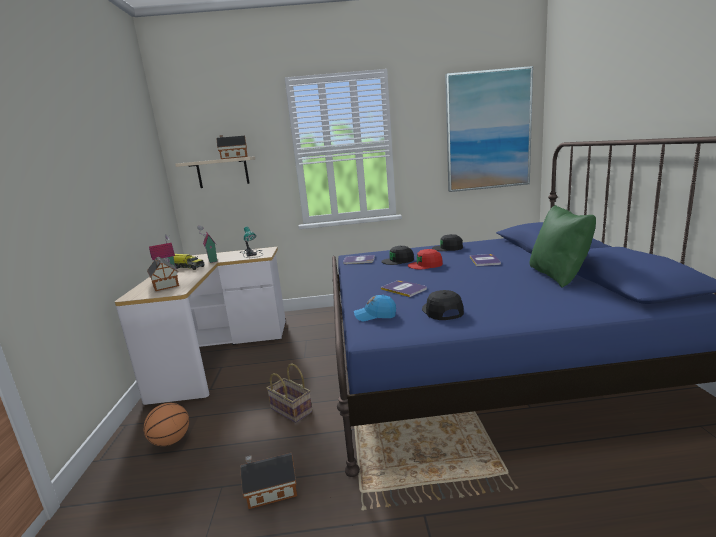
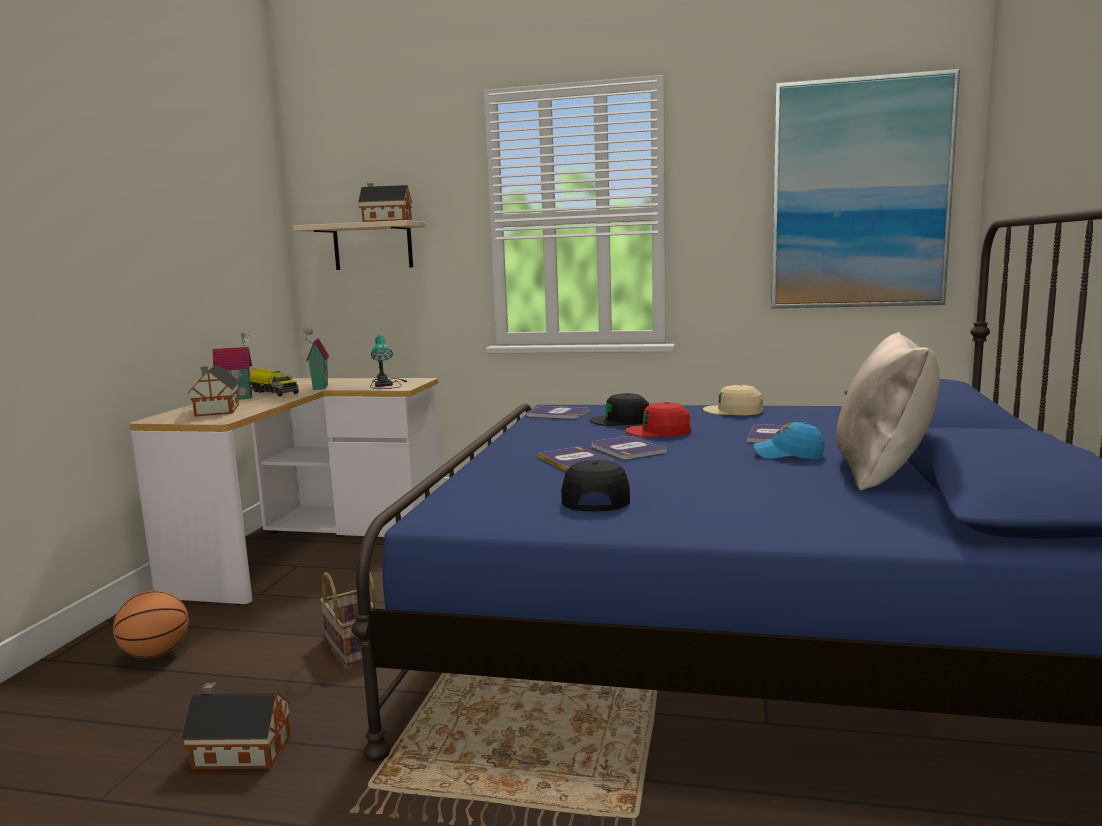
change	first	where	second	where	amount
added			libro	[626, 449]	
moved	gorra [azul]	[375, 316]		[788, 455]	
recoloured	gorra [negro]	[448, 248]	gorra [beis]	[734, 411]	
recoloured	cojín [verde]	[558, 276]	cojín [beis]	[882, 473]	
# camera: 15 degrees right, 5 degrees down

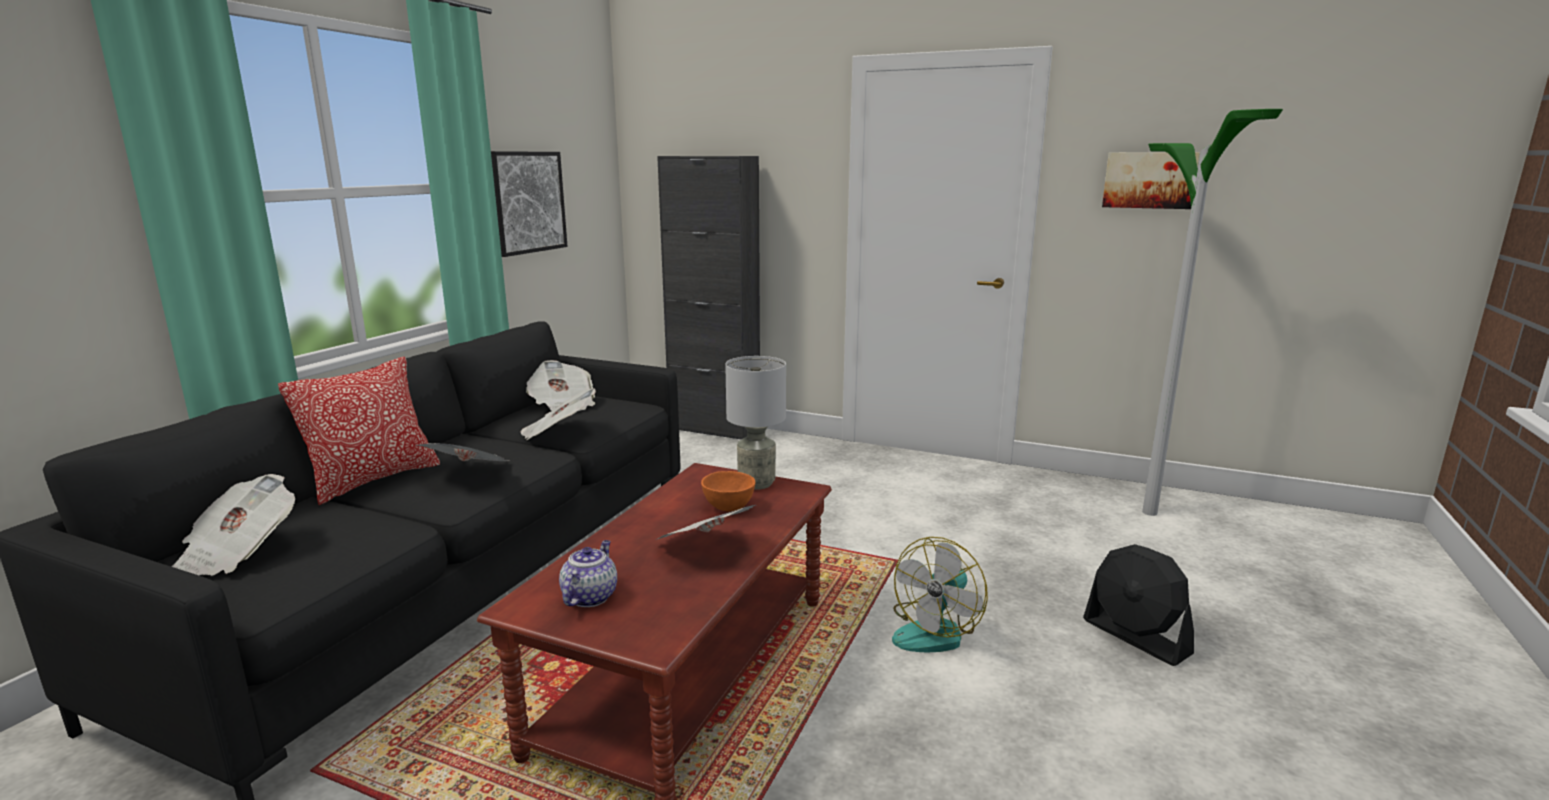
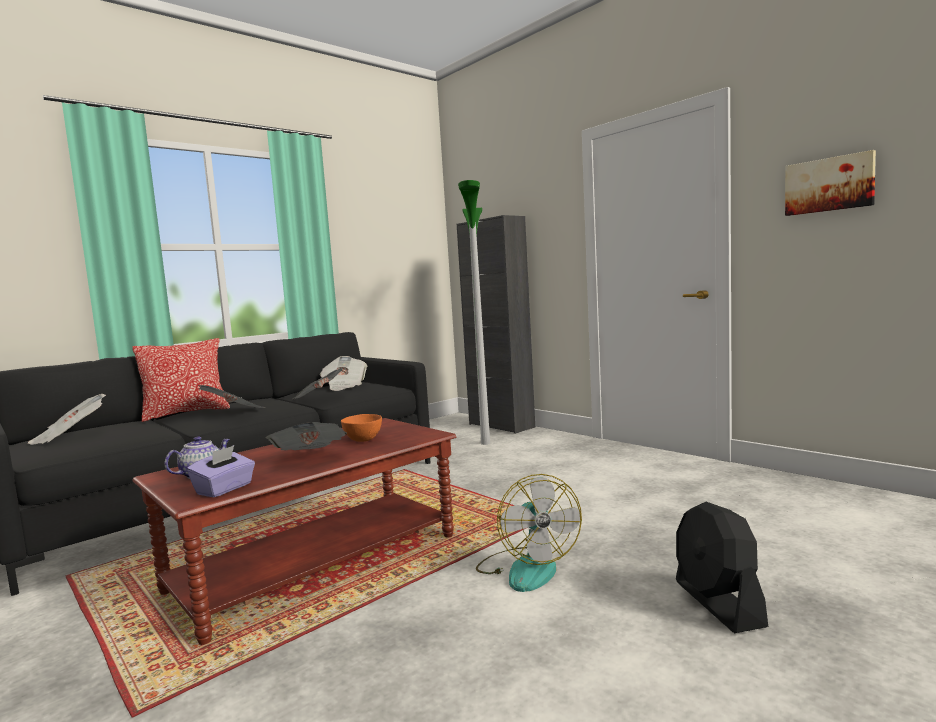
change	first	where	second	where	amount
removed	cuadro	[527, 202]			
removed	lámpara de mesa [gris]	[756, 484]			
added			caja de pañuelos [morado]	[225, 489]	
moved	lámpara de pie	[1150, 512]		[486, 443]	
turned	ventilador	[935, 631]		[526, 568]	75 degrees counterclockwise
# camera: 25 degrees right, 10 degrees down

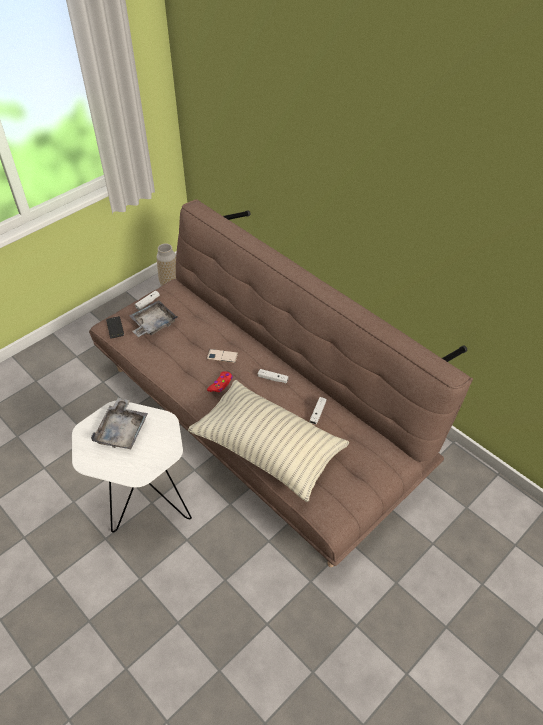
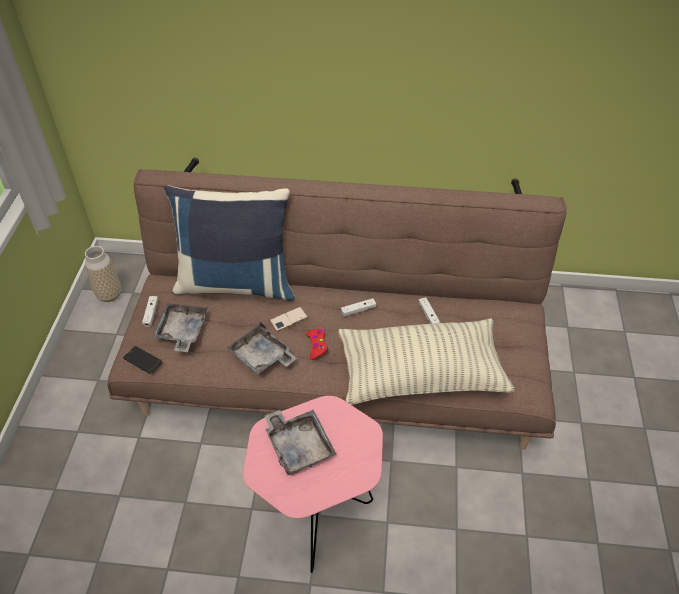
change	first	where	second	where	amount
added			cojín [azul]	[236, 283]	
added			bandeja [gris]	[262, 357]	
recoloured	mesa auxiliar [blanco]	[145, 507]	mesa auxiliar [rosa]	[317, 524]	
# camera: 40 degrees left, 0 degrees up

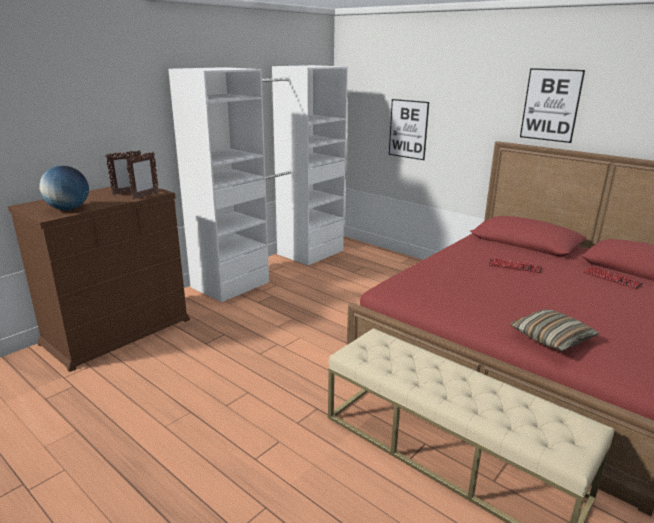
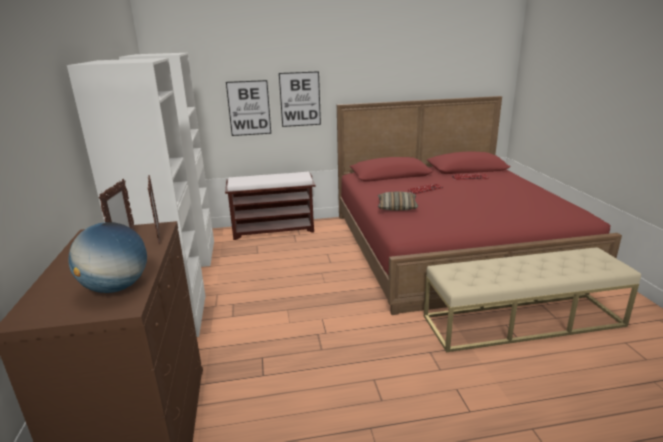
change	first	where	second	where	amount
added			banco [marrón]	[274, 230]	
moved	cojín	[551, 338]		[397, 207]	
moved	cuadro	[550, 105]		[300, 99]	
# camera: 50 degrees left, 0 degrees up

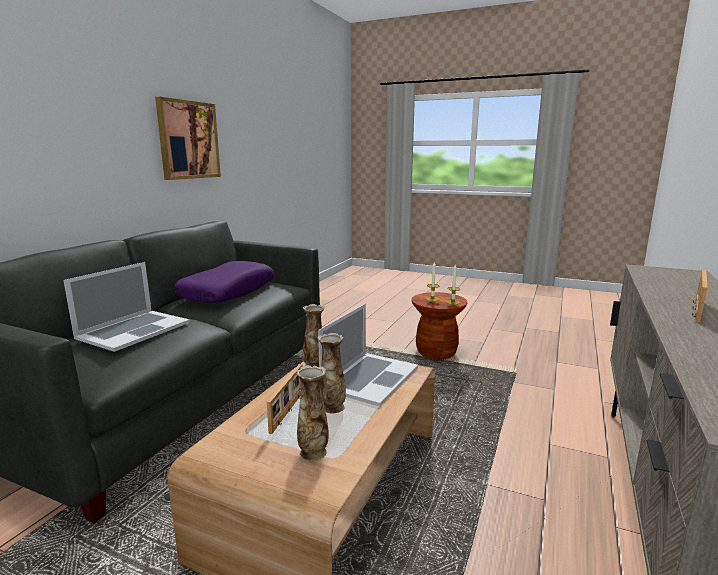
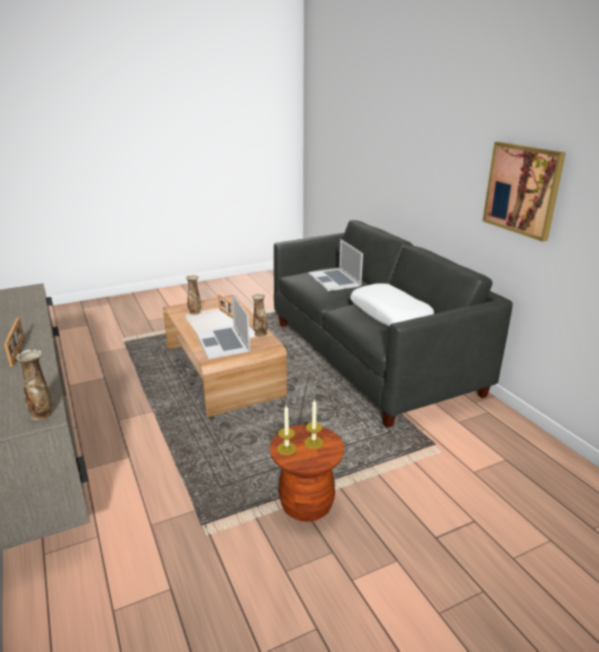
change	first	where	second	where	amount
moved	florero	[332, 407]		[42, 414]	
recoloured	cojín [morado]	[228, 292]	cojín [blanco]	[390, 314]	
# camera: 130 degrees right, 10 degrees up

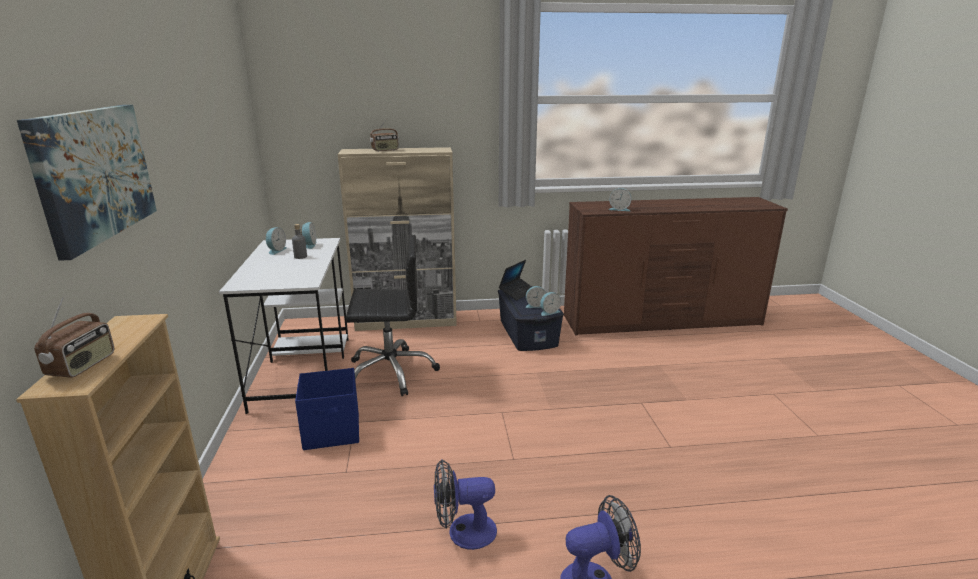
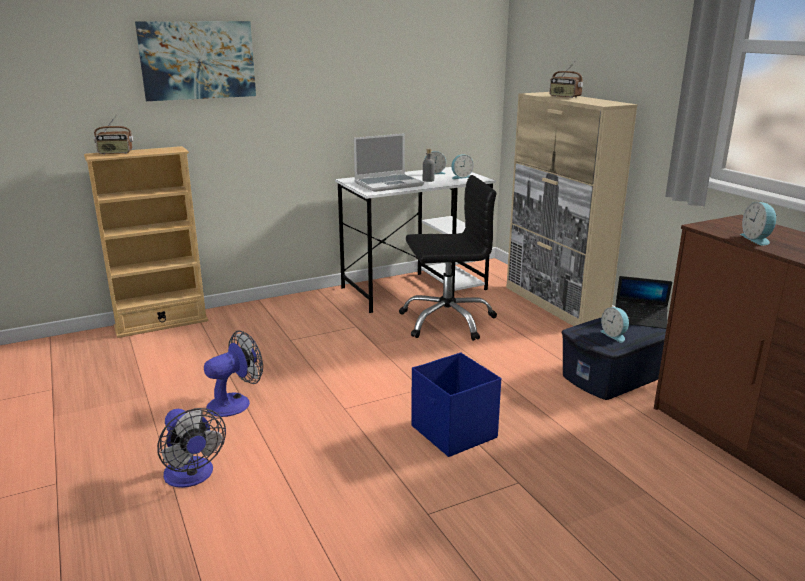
change	first	where	second	where	amount
removed	despertador	[549, 312]			
added			portátil	[389, 184]	
moved	caja de almacenaje [azul]	[333, 432]		[454, 433]	
turned	silla de oficina [negro]	[391, 372]		[447, 321]	75 degrees counterclockwise
turned	ventilador	[463, 532]		[235, 402]	75 degrees clockwise
# camera: 70 degrees right, 0 degrees up

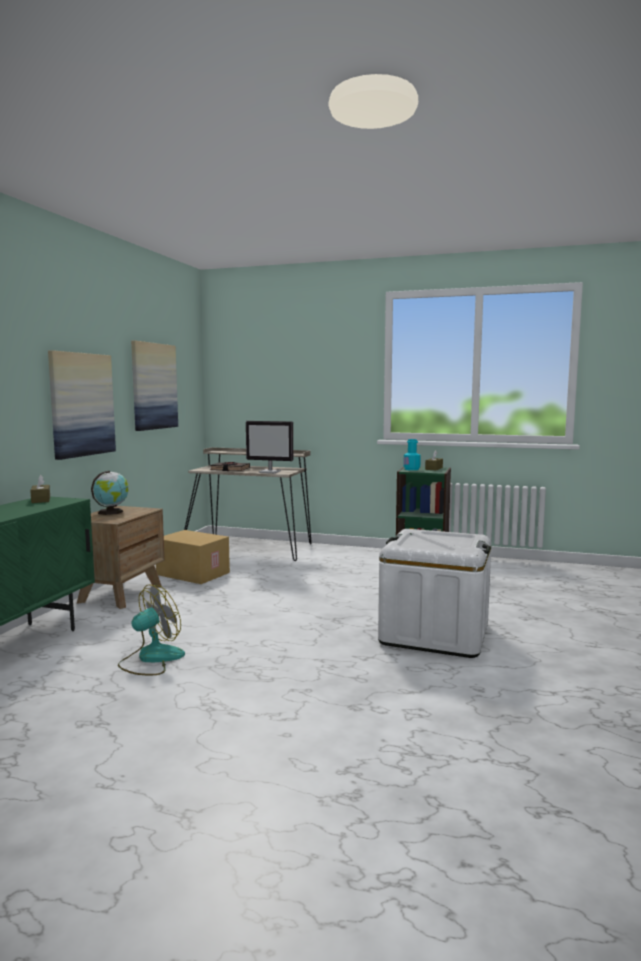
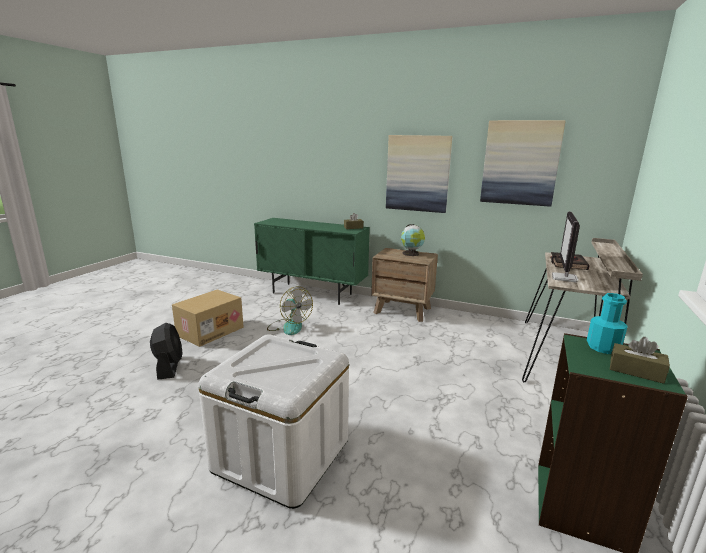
change	first	where	second	where	amount
added			ventilador [negro]	[169, 367]	
moved	caja de cartón	[192, 574]		[210, 331]	
# camera: 95 degrees right, 10 degrees up

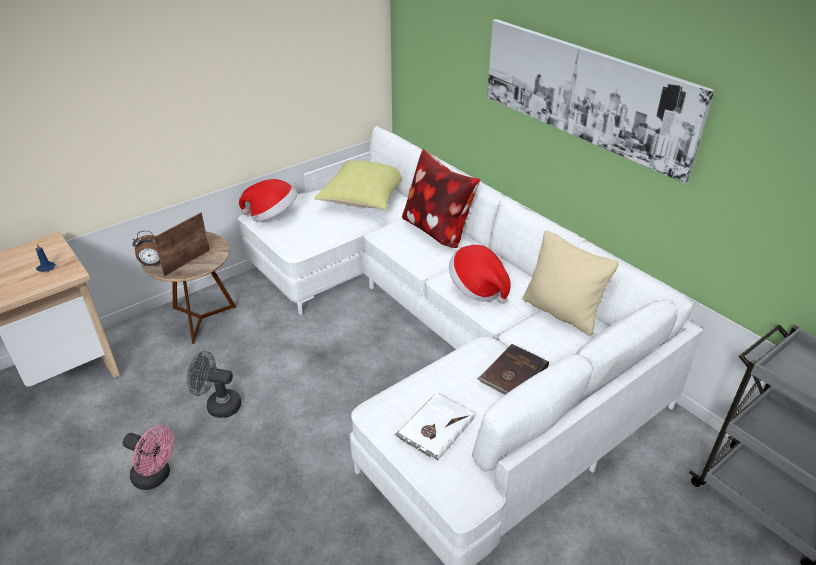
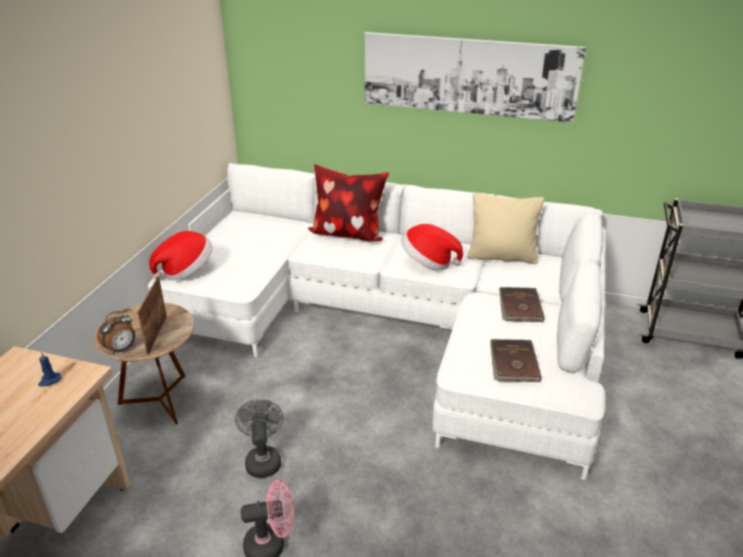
change	first	where	second	where	amount
removed	cojín [amarillo]	[365, 199]			
recoloured	libro [blanco]	[435, 428]	libro [marrón]	[513, 363]	
turned	ventilador [gris]	[218, 405]		[263, 459]	105 degrees clockwise
# camera: 35 degrees left, 5 degrees down

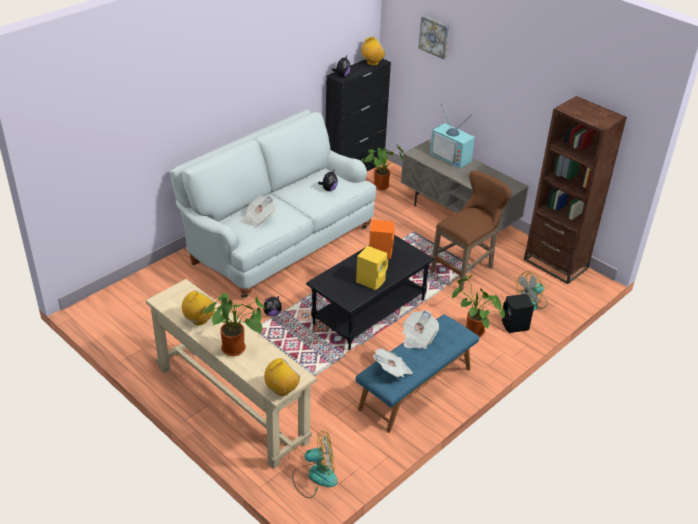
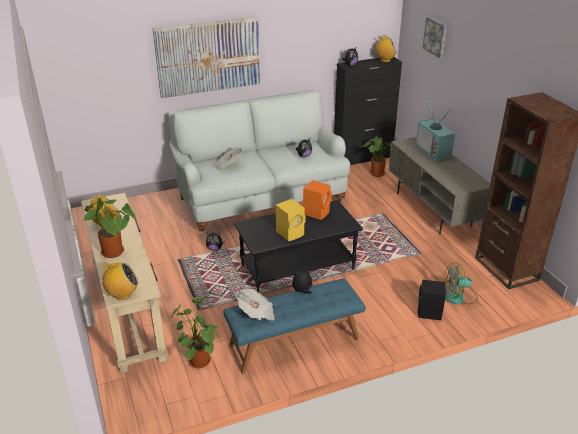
change	first	where	second	where	amount
removed	ventilador	[315, 477]			
removed	taburete [marrón]	[465, 269]			
added			cuadro	[208, 57]	
moved	planta en maceta	[472, 331]		[197, 360]	
replaced	periódico	[418, 338]	peluche	[302, 291]	
# camera: 25 degrees right, 5 degrees down

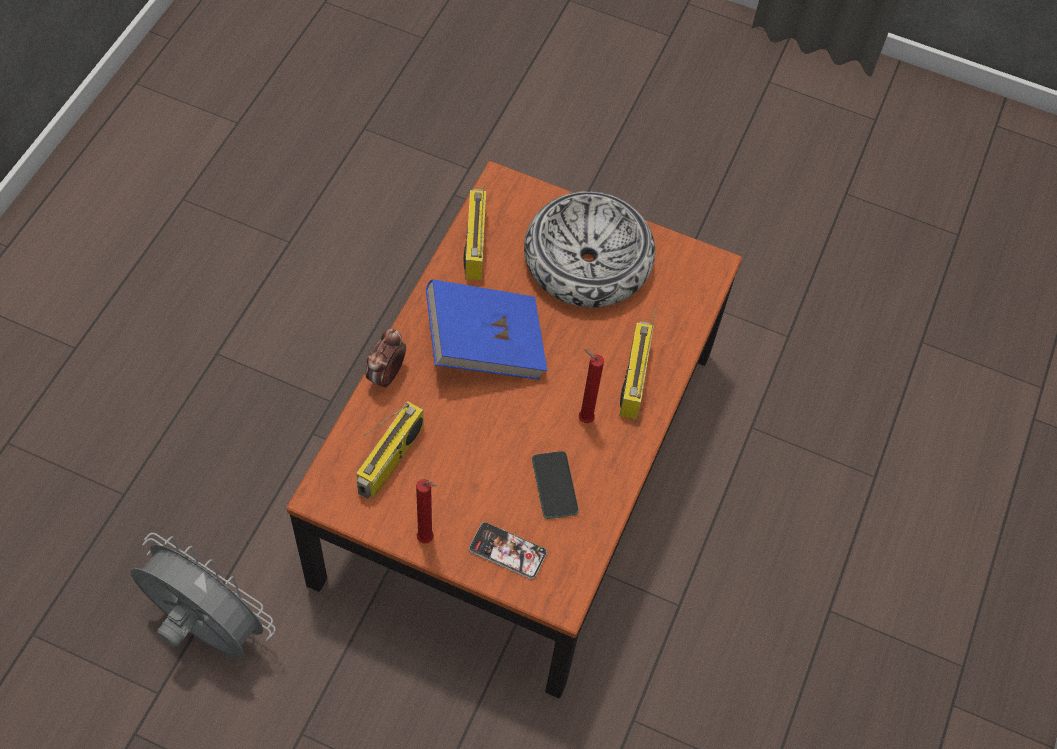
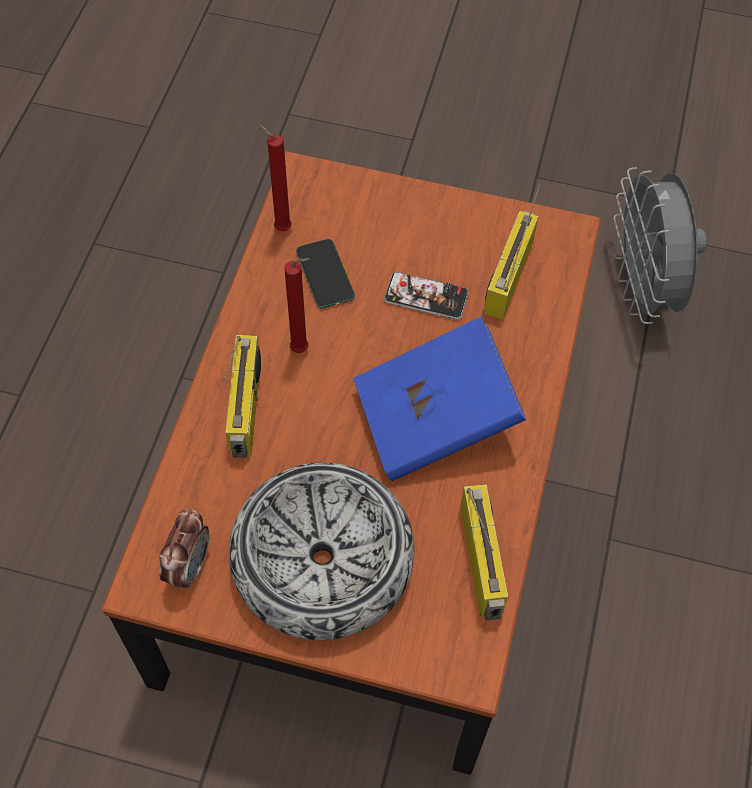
change	first	where	second	where	amount
moved	despertador	[386, 375]		[189, 566]	
moved	vela [rojo]	[427, 540]		[280, 228]	
moved	móvil	[507, 551]		[426, 296]	
turned	ventilador [gris]	[207, 629]		[643, 290]	60 degrees clockwise
# camera: 175 degrees right, 0 degrees up

